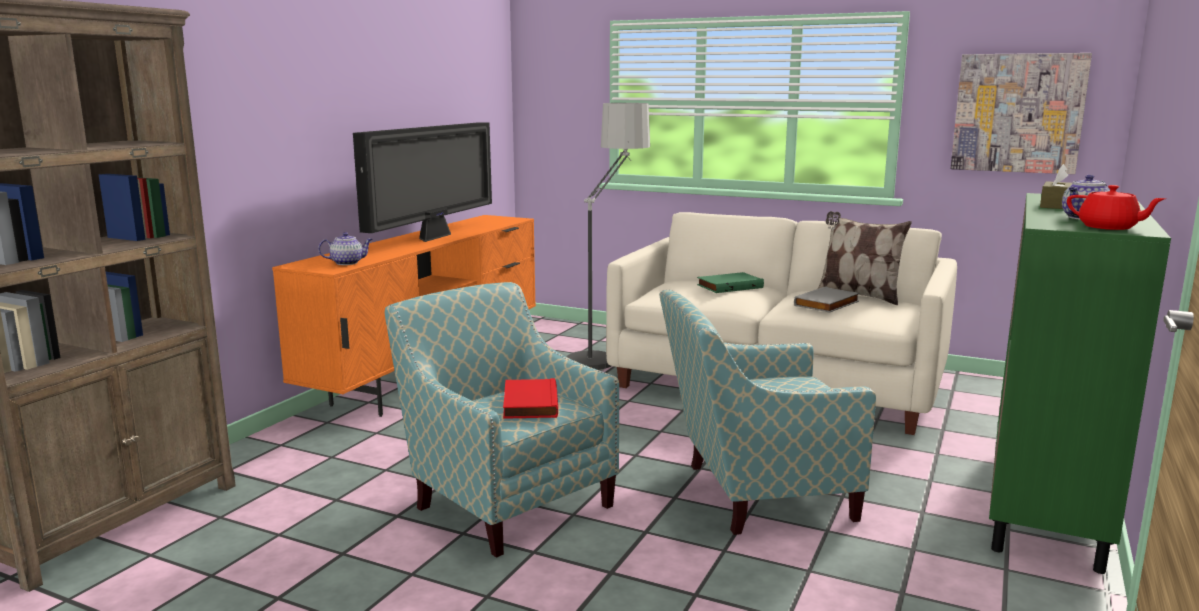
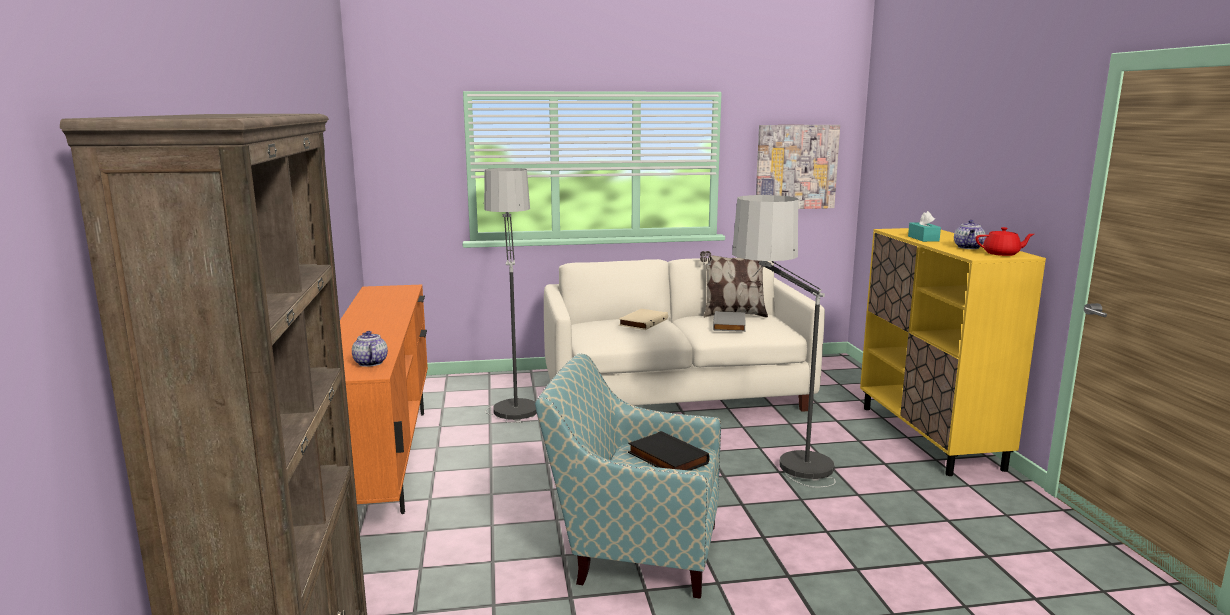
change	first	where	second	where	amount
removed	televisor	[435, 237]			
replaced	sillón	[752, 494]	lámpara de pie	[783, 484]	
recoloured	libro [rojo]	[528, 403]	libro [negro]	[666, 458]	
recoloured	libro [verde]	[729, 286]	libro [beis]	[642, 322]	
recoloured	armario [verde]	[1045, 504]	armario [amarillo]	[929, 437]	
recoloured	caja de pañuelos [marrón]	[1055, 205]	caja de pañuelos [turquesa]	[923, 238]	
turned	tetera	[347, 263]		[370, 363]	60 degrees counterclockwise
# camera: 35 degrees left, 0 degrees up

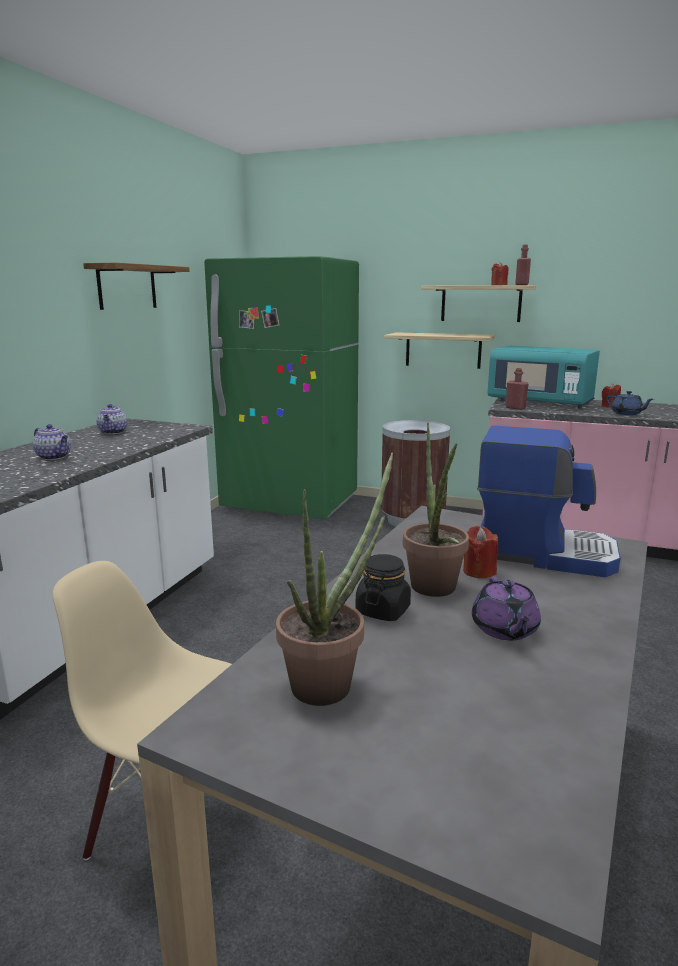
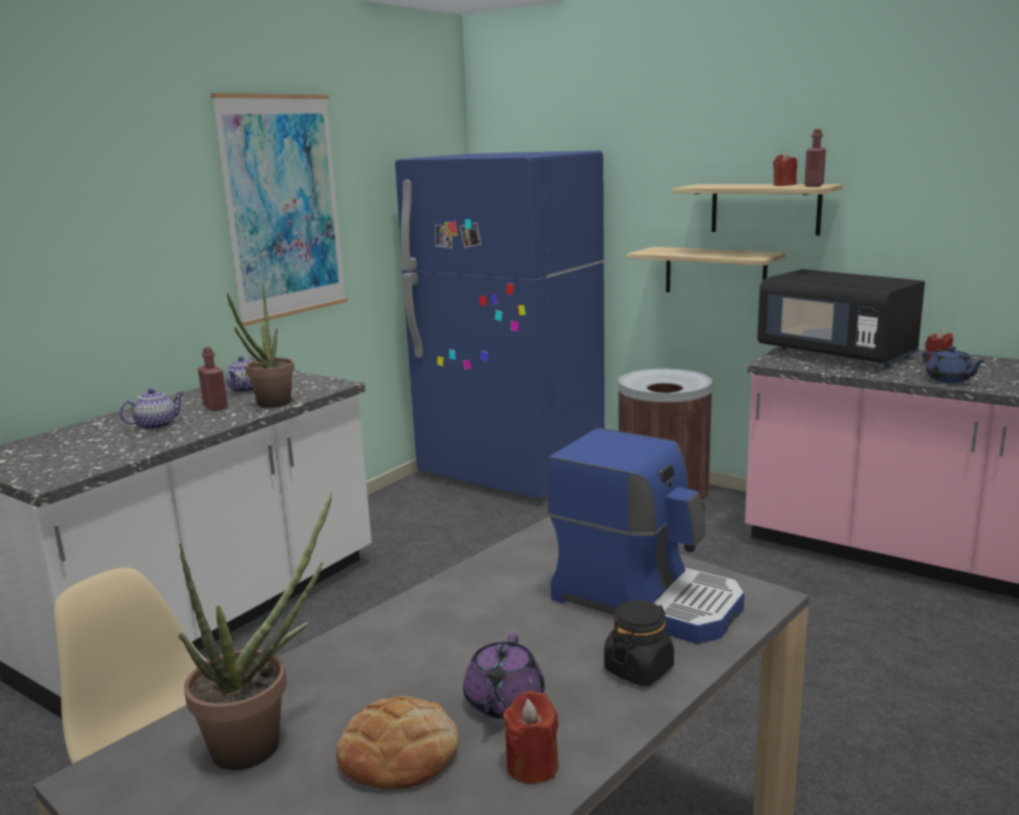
change	first	where	second	where	amount
added			pan	[399, 753]	
moved	tarro [negro]	[383, 610]		[639, 669]	
moved	planta en maceta	[434, 591]		[270, 405]	
moved	vela [rojo]	[479, 571]		[532, 766]	
moved	botella [rojo]	[515, 408]		[215, 407]	
replaced	estante	[127, 287]	cuadro	[283, 207]	
recoloured	nevera [verde]	[290, 503]	nevera [azul]	[511, 471]	
recoloured	microondas [turquesa]	[540, 402]	microondas [negro]	[836, 354]	
turned	tetera	[54, 457]		[157, 425]	90 degrees counterclockwise
# camera: 15 degrees right, 0 degrees up

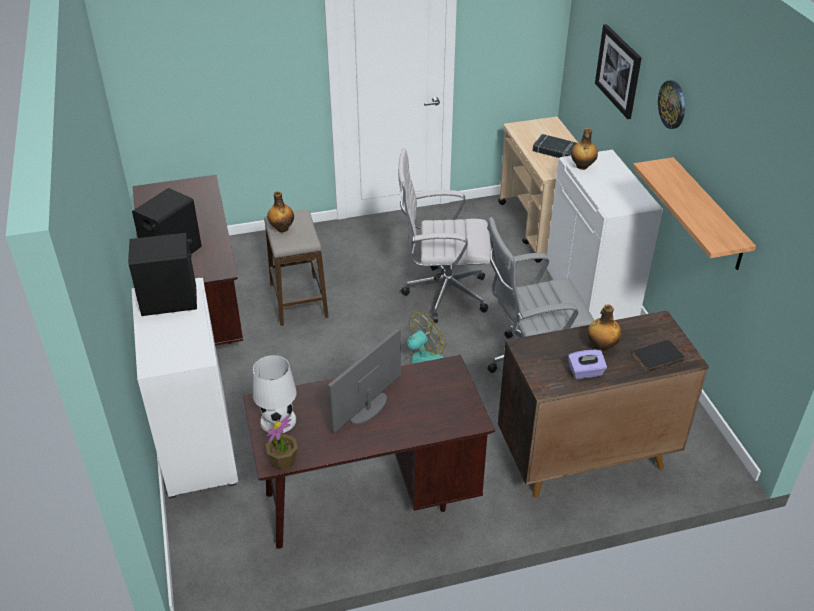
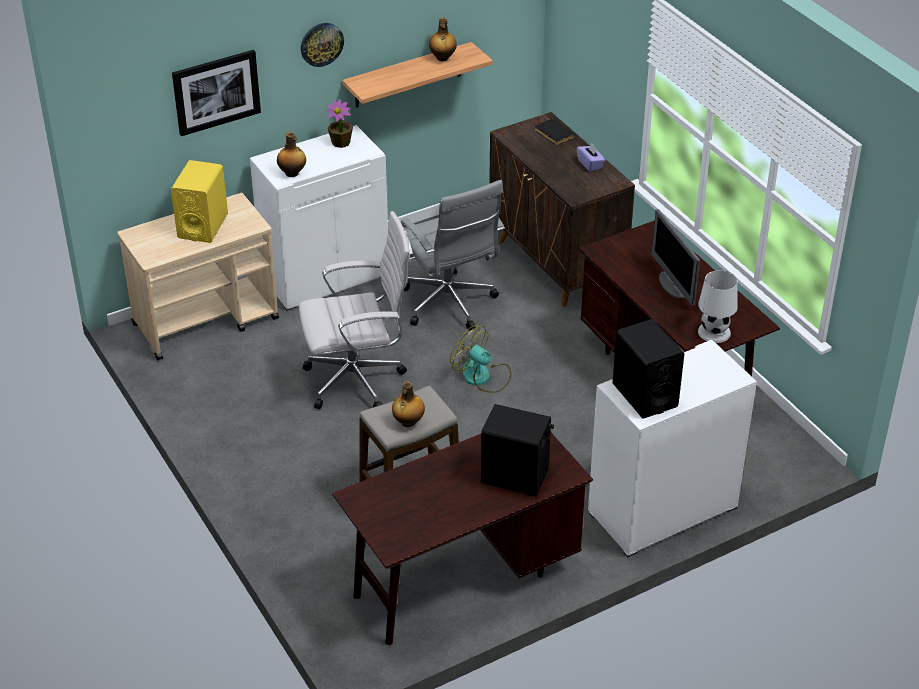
change	first	where	second	where	amount
moved	planta en maceta	[283, 461]		[341, 142]	
moved	botella	[601, 346]		[442, 58]	
replaced	libro [negro]	[554, 150]	altavoz [amarillo]	[203, 226]	
turned	monitor	[368, 409]		[672, 286]	45 degrees clockwise
turned	silla de oficina [blanco]	[442, 294]		[359, 380]	90 degrees counterclockwise
# camera: 105 degrees left, 0 degrees up

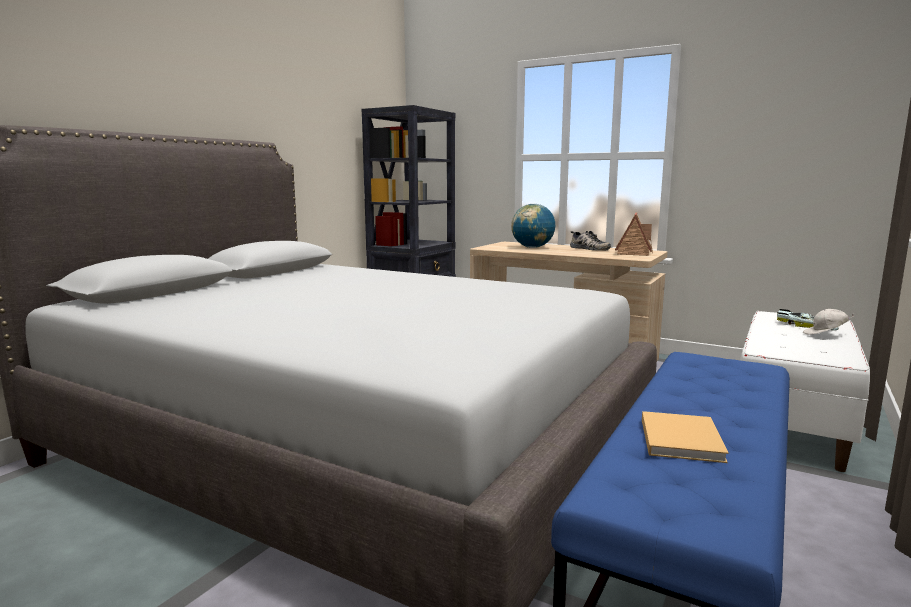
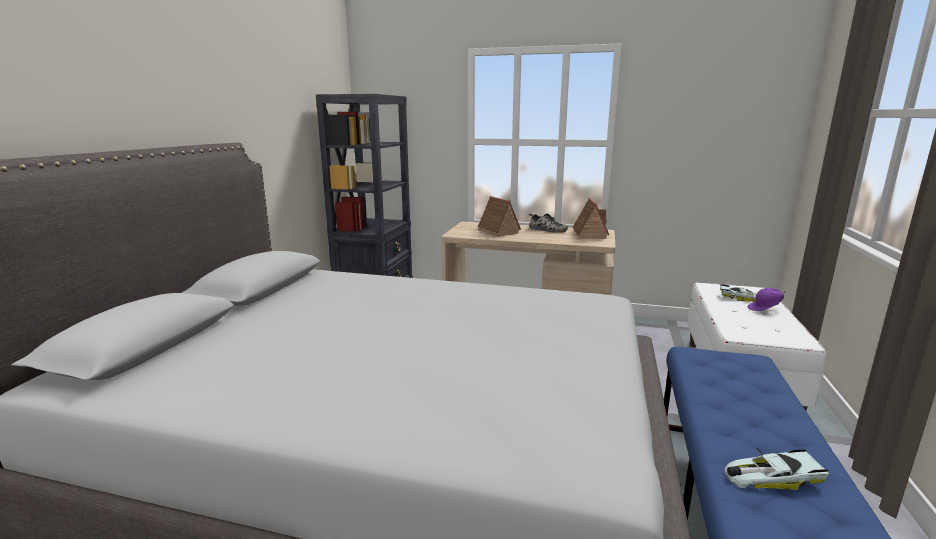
change	first	where	second	where	amount
replaced	globo terráqueo	[532, 247]	casita	[497, 231]	
replaced	libro [beis]	[680, 438]	coche de juguete	[769, 475]	
recoloured	gorra [blanco]	[825, 334]	gorra [morado]	[765, 309]	
# camera: 15 degrees left, 5 degrees up

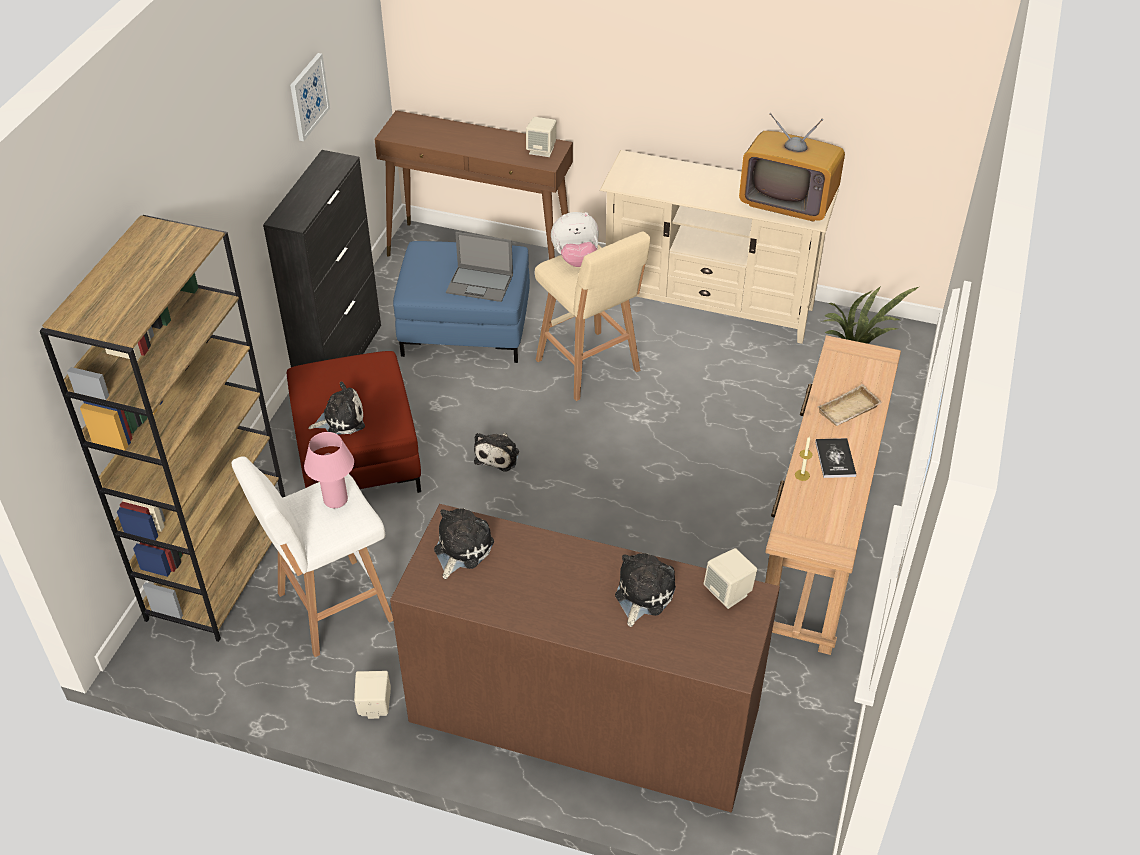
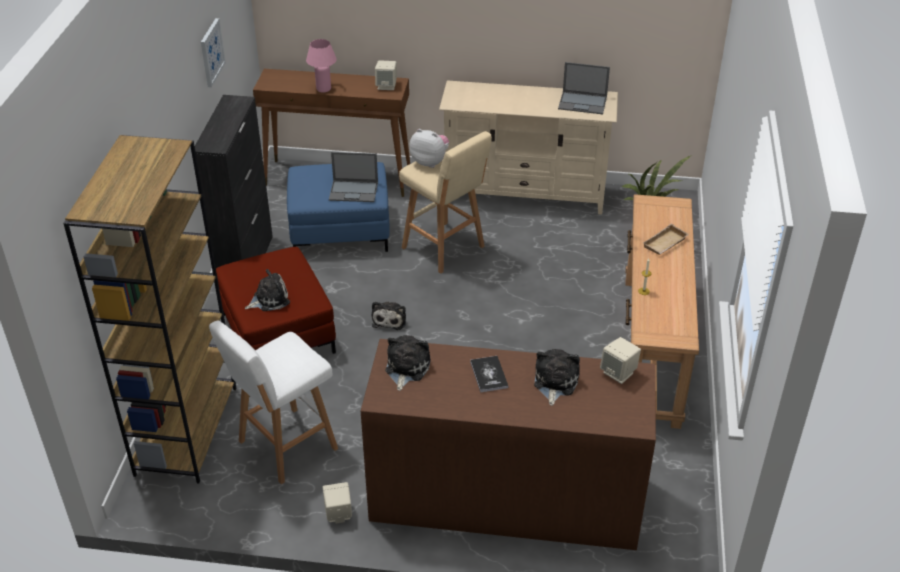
change	first	where	second	where	amount
moved	lámpara de mesa [rosa]	[335, 500]		[323, 89]	
moved	libro	[835, 459]		[489, 374]	
replaced	televisor	[788, 200]	portátil	[583, 103]	
turned	peluche	[575, 259]		[430, 162]	135 degrees counterclockwise
# camera: 10 degrees left, 5 degrees down

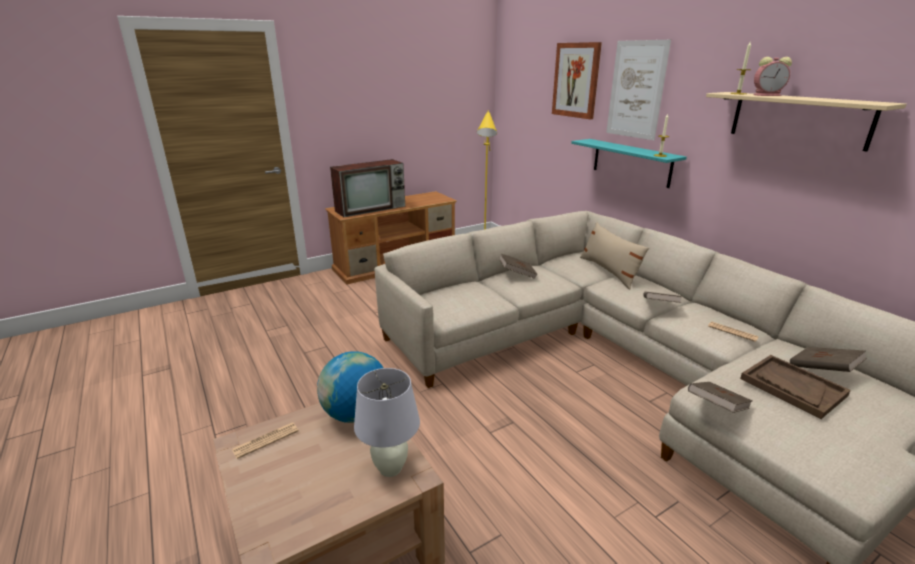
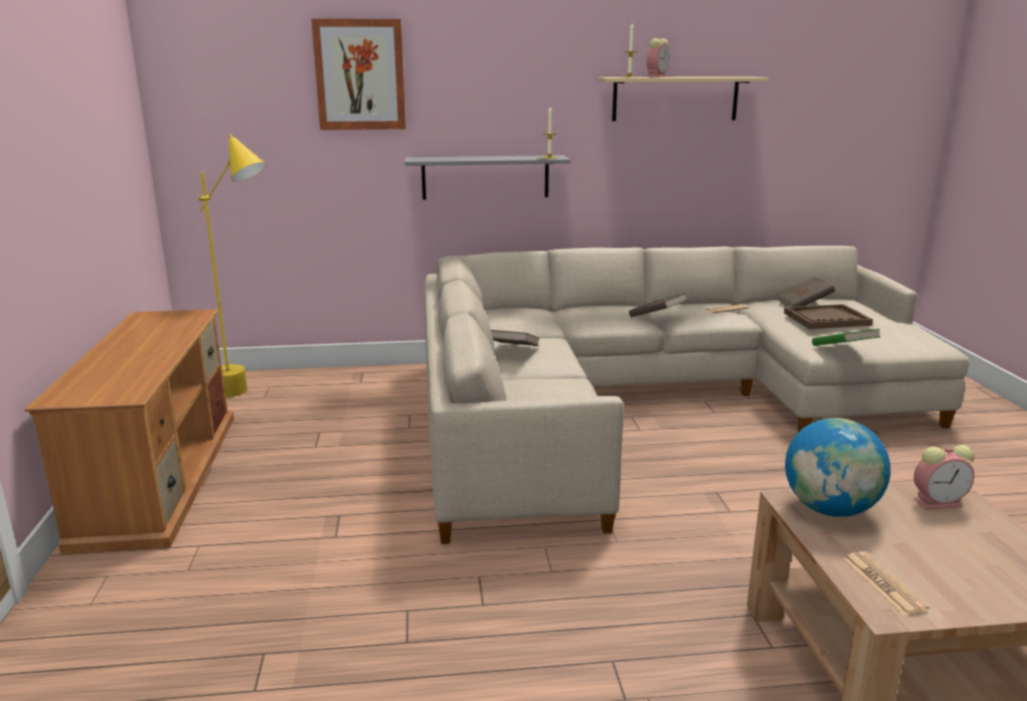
change	first	where	second	where	amount
removed	televisor	[371, 208]			
removed	cojín [beis]	[609, 271]			
removed	cuadro	[636, 90]			
replaced	lámpara de mesa [blanco]	[390, 468]	despertador	[939, 502]	
recoloured	estante [turquesa]	[631, 162]	estante [gris]	[485, 177]	
recoloured	libro [marrón]	[716, 408]	libro [verde]	[843, 351]	
# camera: 65 degrees left, 5 degrees down

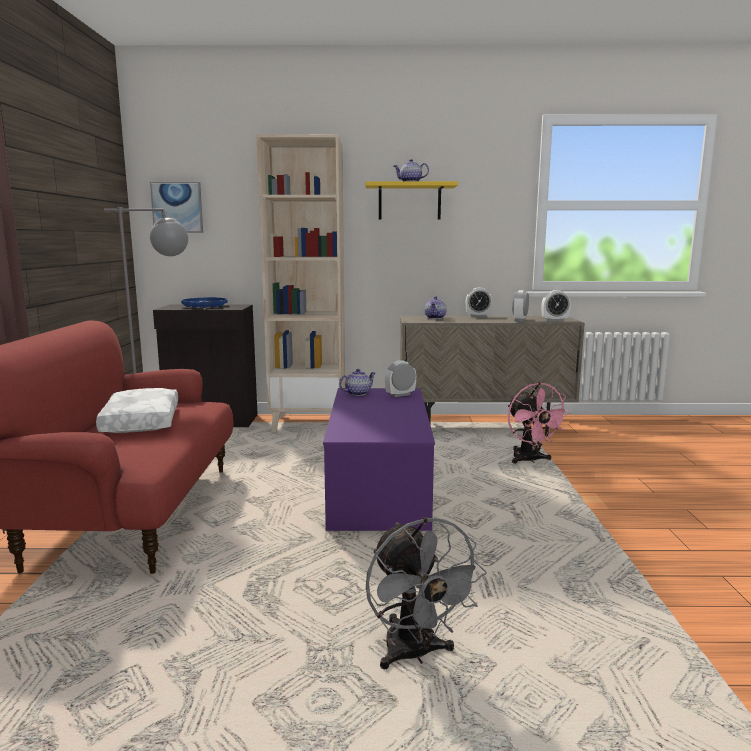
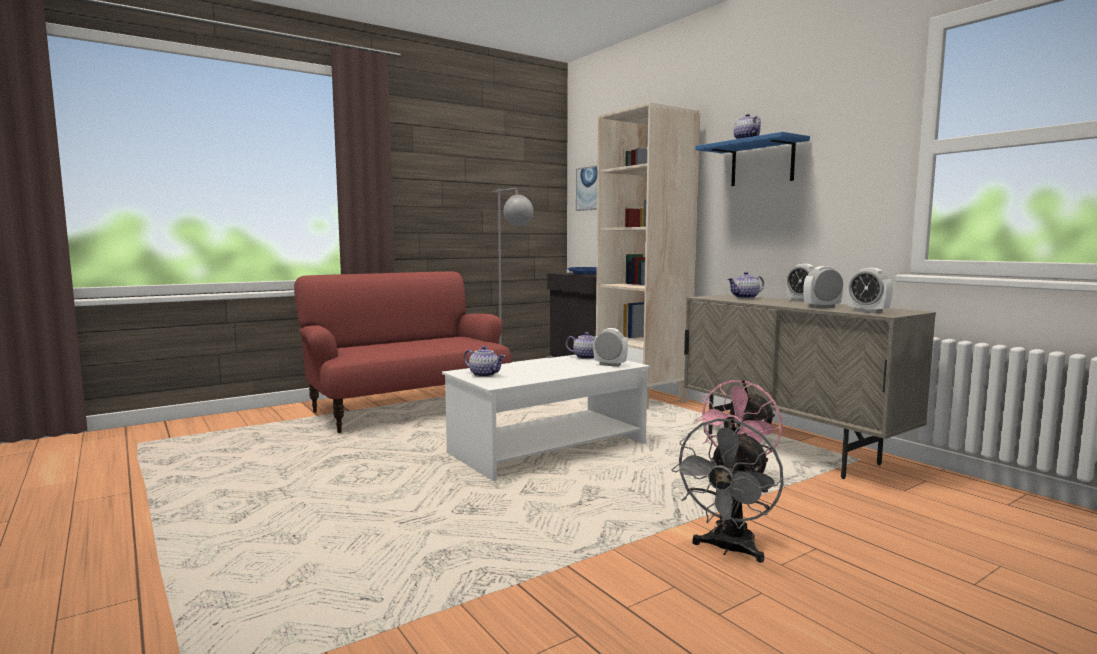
change	first	where	second	where	amount
removed	cojín [blanco]	[140, 421]			
added			tetera	[485, 374]	
moved	ventilador [gris]	[415, 655]		[728, 549]	
recoloured	mesa de centro [morado]	[378, 488]	mesa de centro [blanco]	[549, 448]	
recoloured	estante [amarillo]	[409, 202]	estante [azul]	[762, 163]	
# camera: 55 degrees right, 5 degrees down

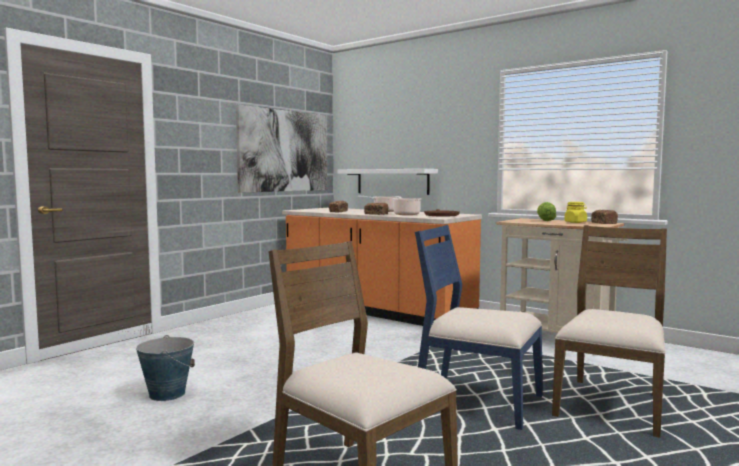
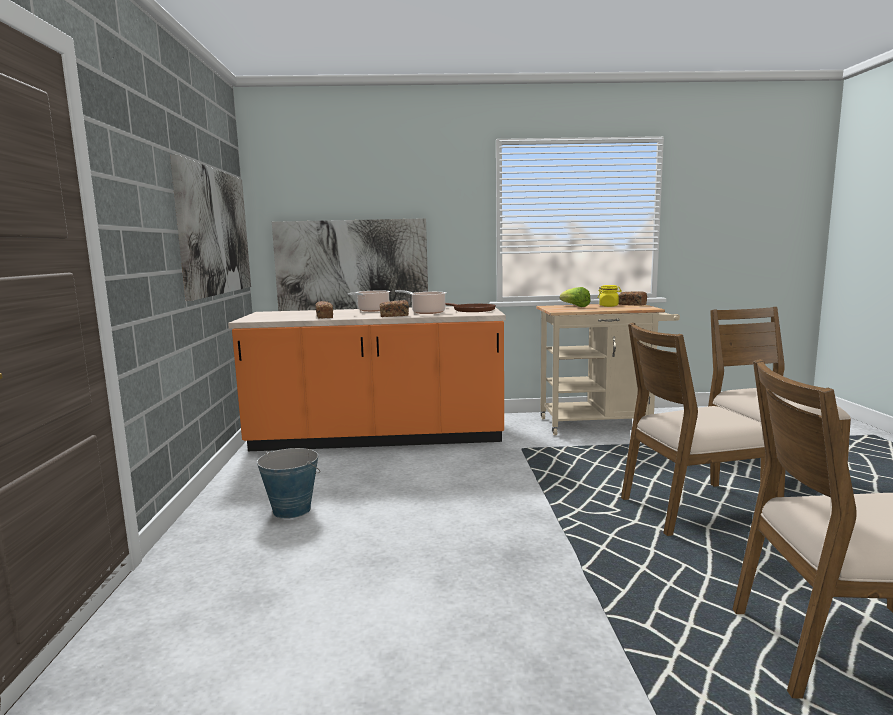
change	first	where	second	where	amount
moved	cubo	[167, 394]		[291, 510]	
replaced	estante [blanco]	[392, 181]	cuadro	[352, 271]	
recoloured	silla [azul]	[477, 401]	silla [marrón]	[694, 510]	
# camera: 40 degrees left, 5 degrees up

